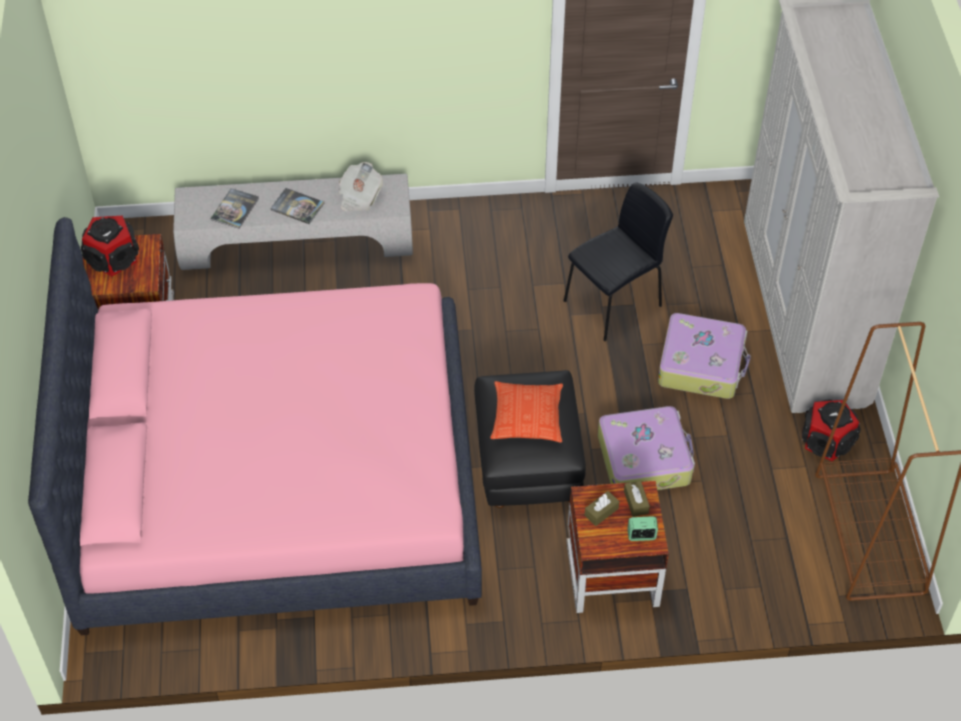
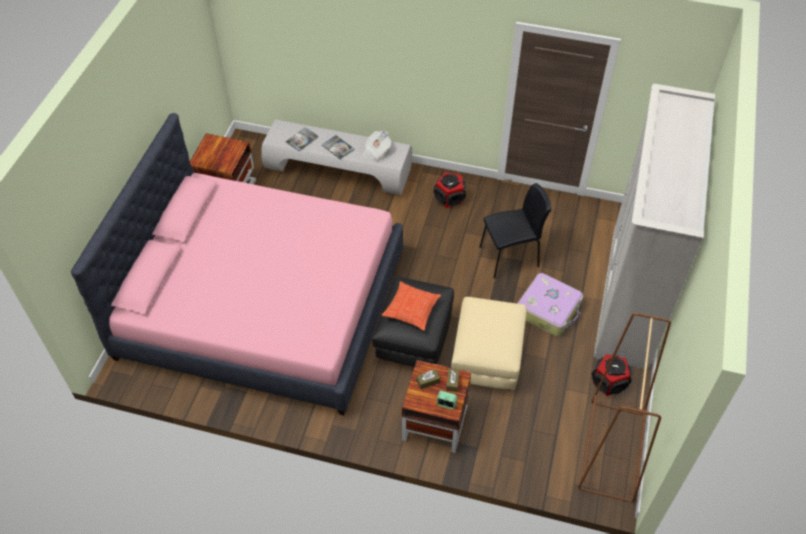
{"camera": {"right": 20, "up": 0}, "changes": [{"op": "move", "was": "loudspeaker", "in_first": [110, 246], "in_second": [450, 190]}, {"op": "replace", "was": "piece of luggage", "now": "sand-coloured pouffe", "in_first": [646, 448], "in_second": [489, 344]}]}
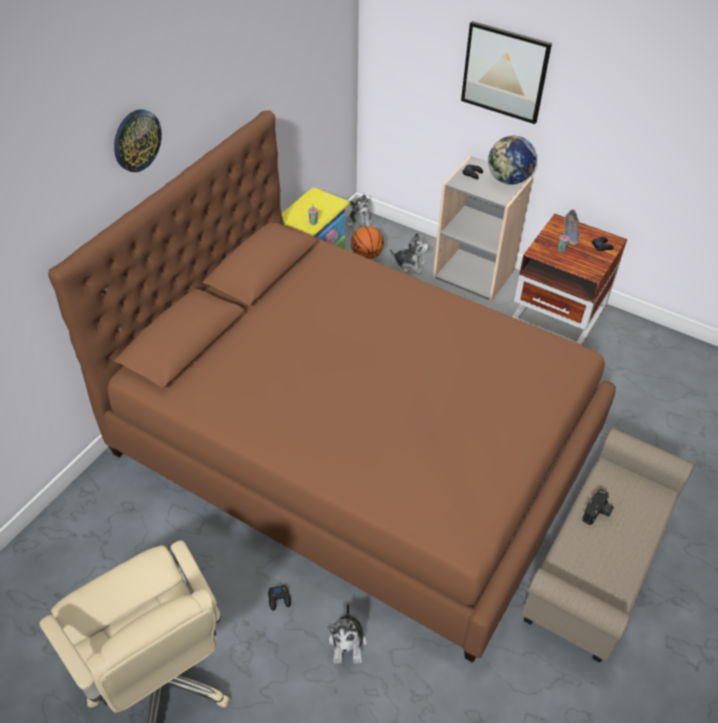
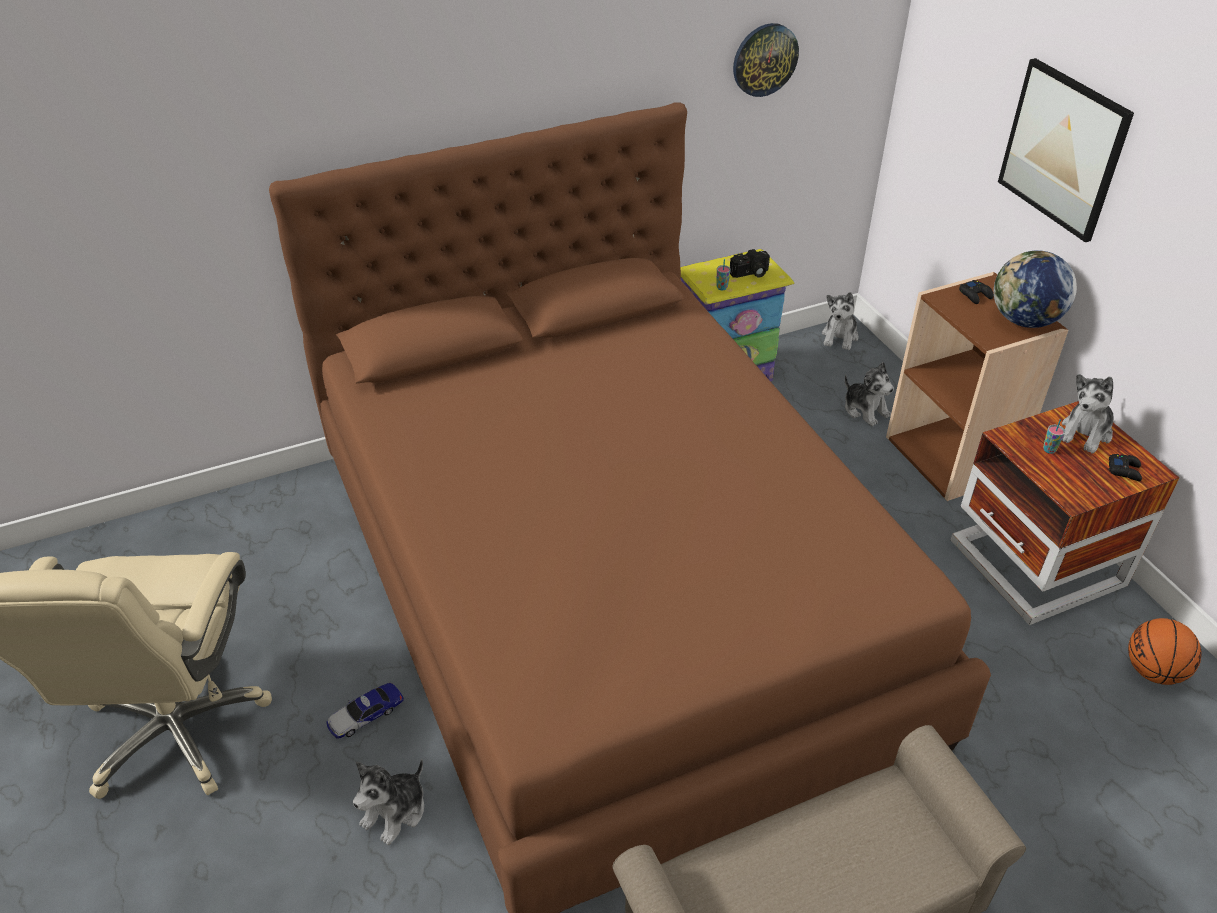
{"camera": {"right": 35, "up": -5}, "changes": [{"op": "replace", "was": "blackish gamepad", "now": "toy car", "in_first": [279, 598], "in_second": [365, 711]}, {"op": "move", "was": "still camera", "in_first": [598, 507], "in_second": [750, 263]}, {"op": "move", "was": "hanging clock", "in_first": [138, 140], "in_second": [766, 60]}, {"op": "recolor", "was": "greyish shelving unit", "now": "brown shelving unit", "in_first": [483, 228], "in_second": [977, 386]}, {"op": "replace", "was": "low shoe", "now": "cuddly toy", "in_first": [571, 227], "in_second": [1088, 414]}, {"op": "move", "was": "basketball", "in_first": [367, 242], "in_second": [1165, 651]}]}
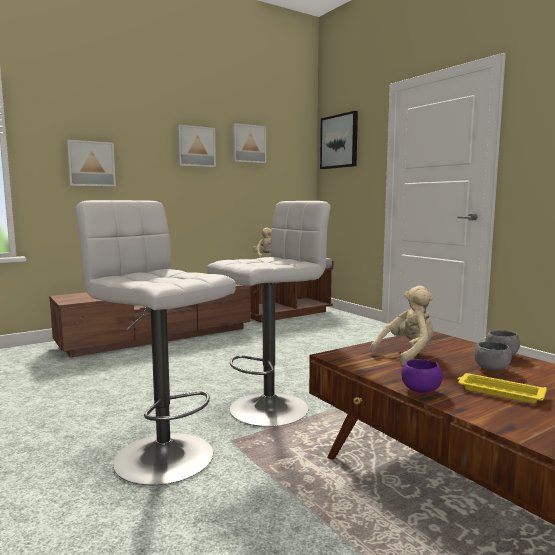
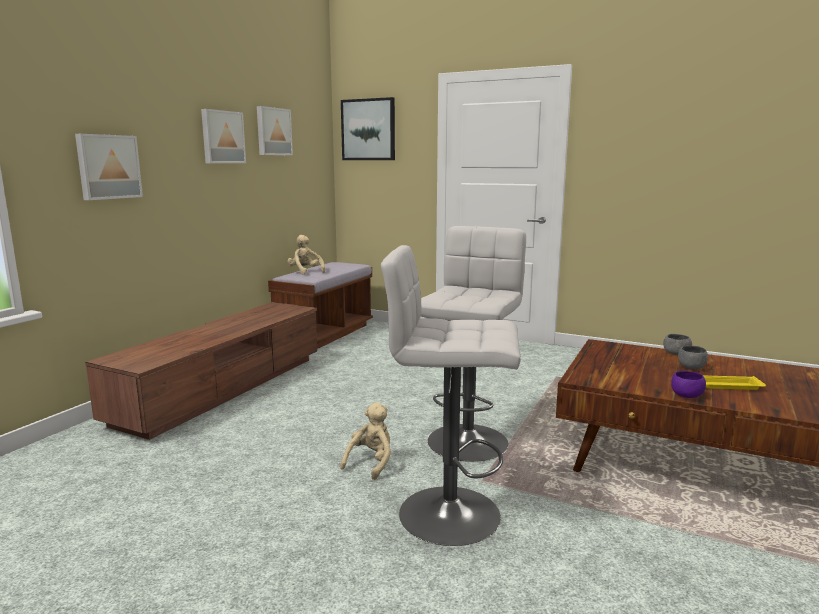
{"camera": {"right": -30, "up": 5}, "changes": [{"op": "move", "was": "sand-coloured cuddly toy", "in_first": [401, 326], "in_second": [365, 441]}]}
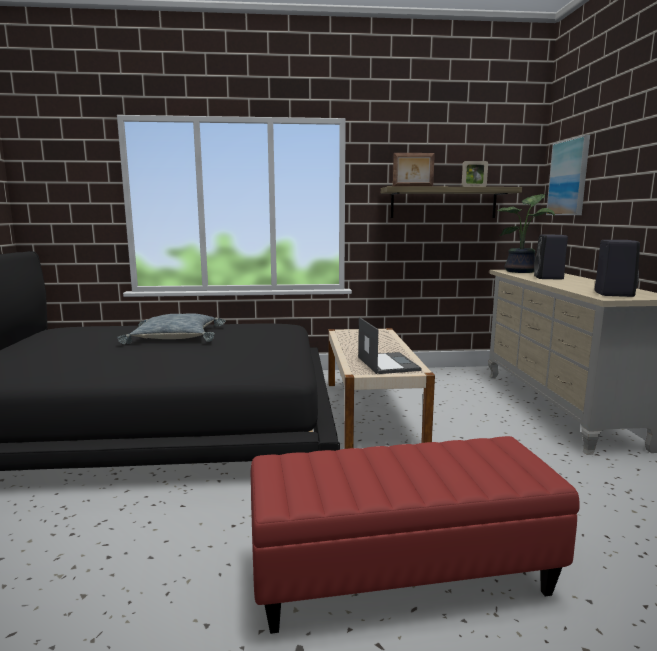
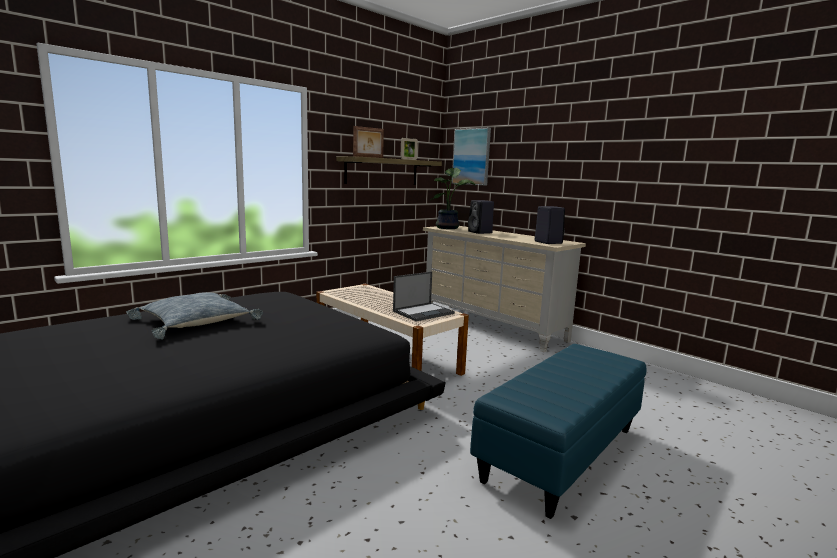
{"camera": {"right": -40, "up": 0}, "changes": [{"op": "rotate", "was": "portable computer", "in_first": [389, 345], "in_second": [424, 296], "clockwise": 105}, {"op": "recolor", "was": "reddish pouffe", "now": "blue pouffe", "in_first": [415, 535], "in_second": [558, 431]}]}
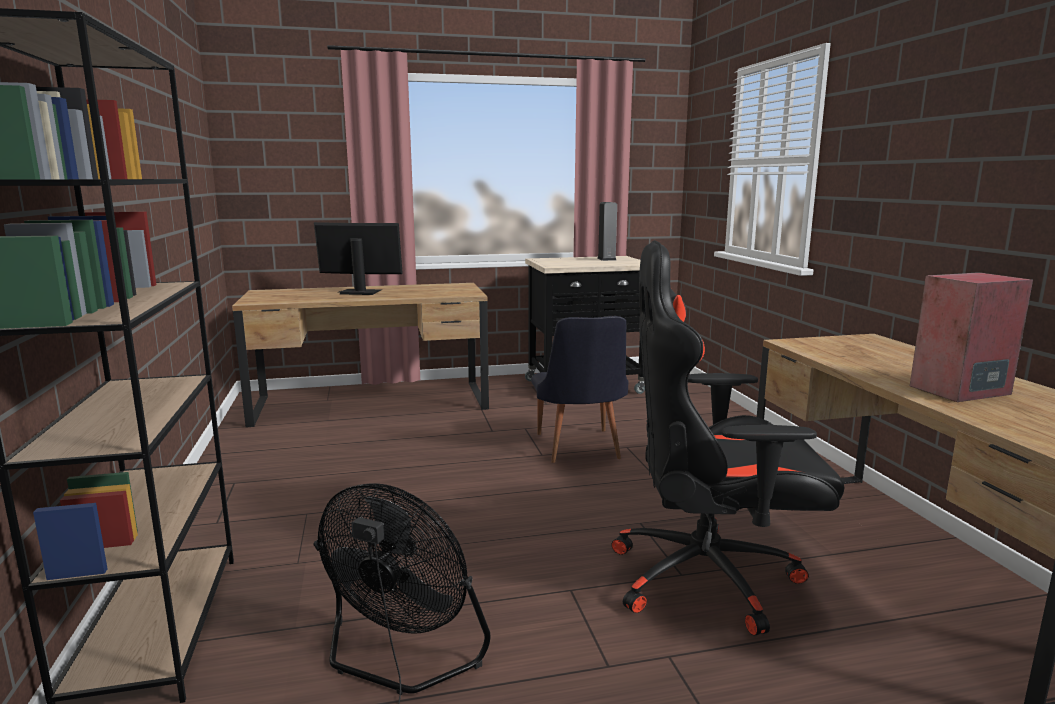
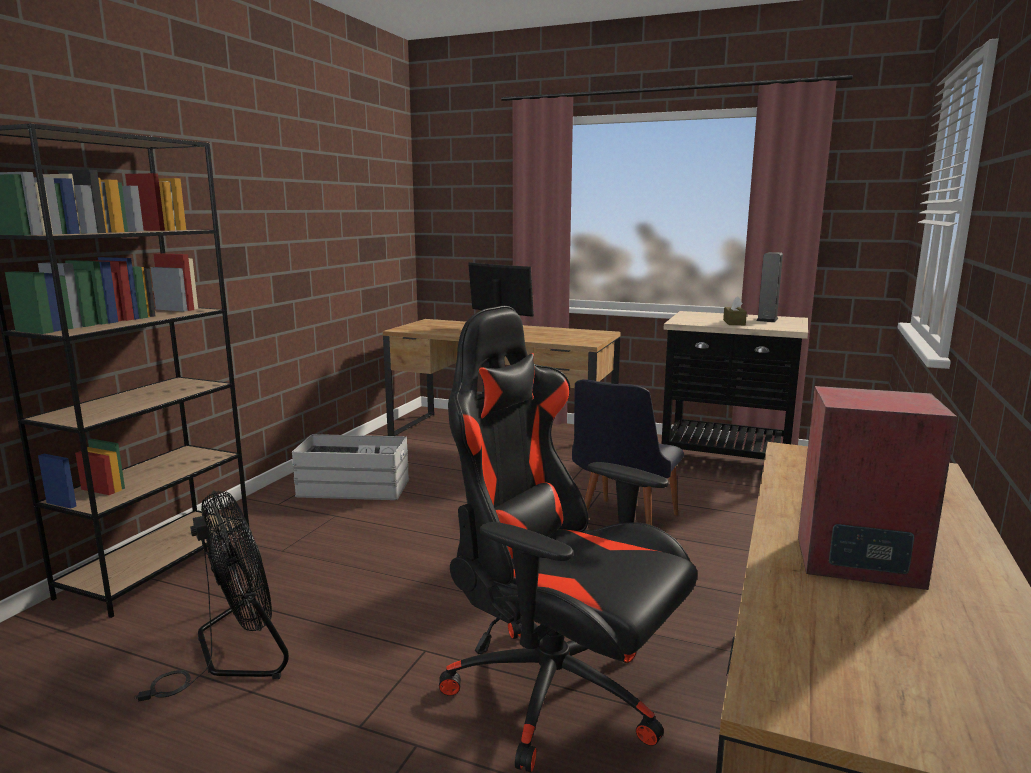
{"camera": {"right": 35, "up": 0}, "changes": [{"op": "insert", "now": "greyish storage container", "in_second": [350, 467]}, {"op": "insert", "now": "brown tissue holder", "in_second": [735, 310]}]}
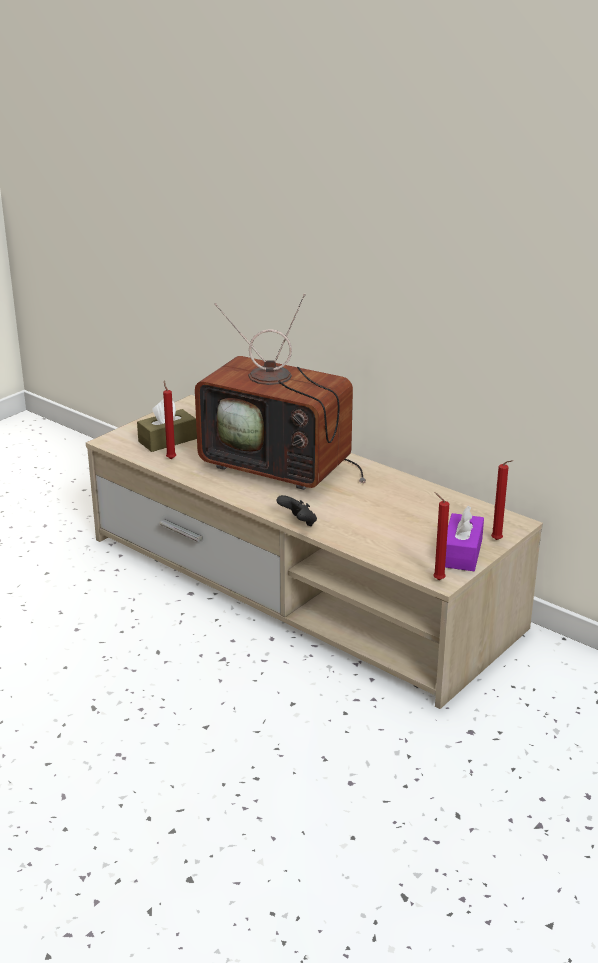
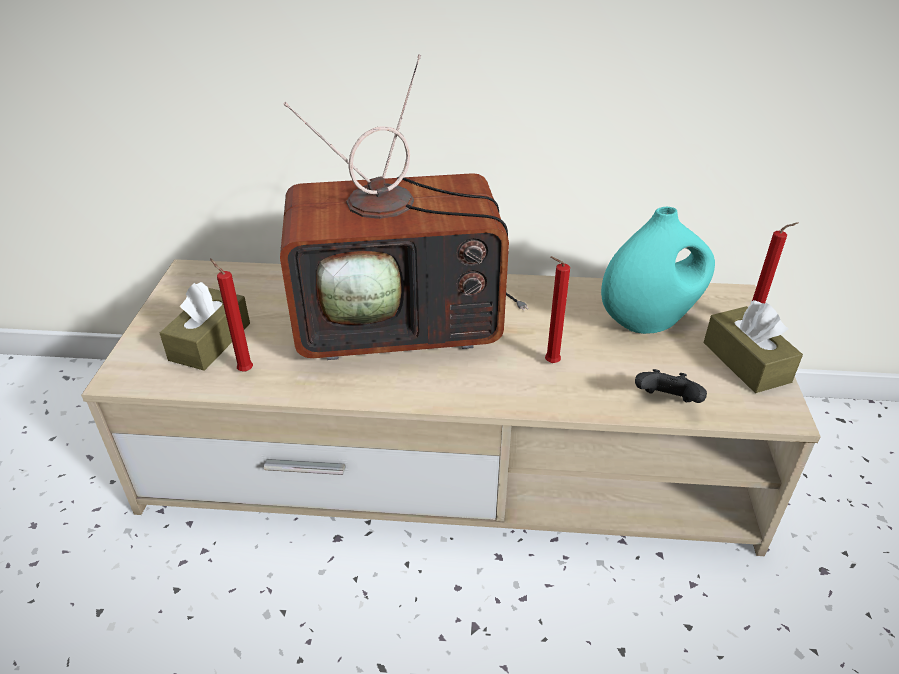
{"camera": {"right": -35, "up": 10}, "changes": [{"op": "move", "was": "reddish candle", "in_first": [441, 536], "in_second": [557, 309]}, {"op": "insert", "now": "turquoise flower vase", "in_second": [658, 270]}, {"op": "move", "was": "blackish gamepad", "in_first": [296, 510], "in_second": [671, 386]}, {"op": "recolor", "was": "purple tissue holder", "now": "brown tissue holder", "in_first": [464, 538], "in_second": [753, 346]}]}
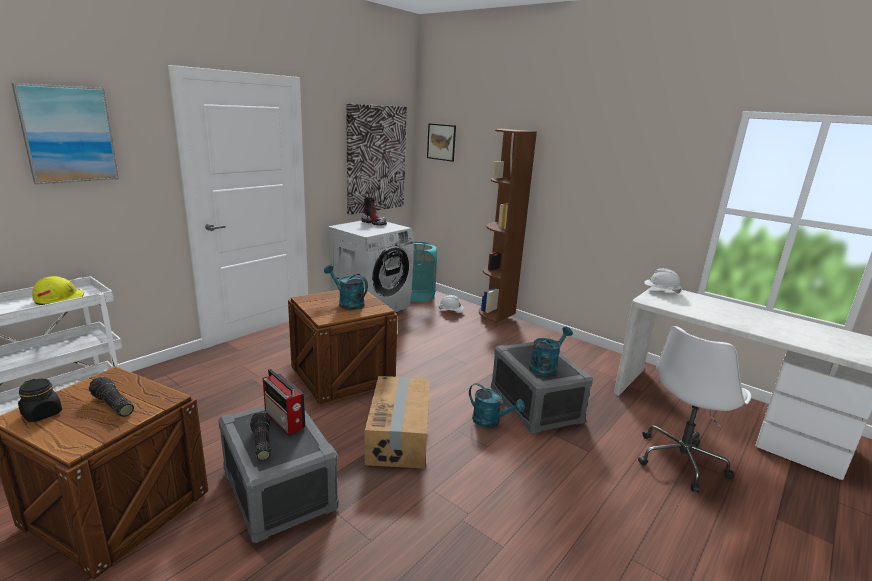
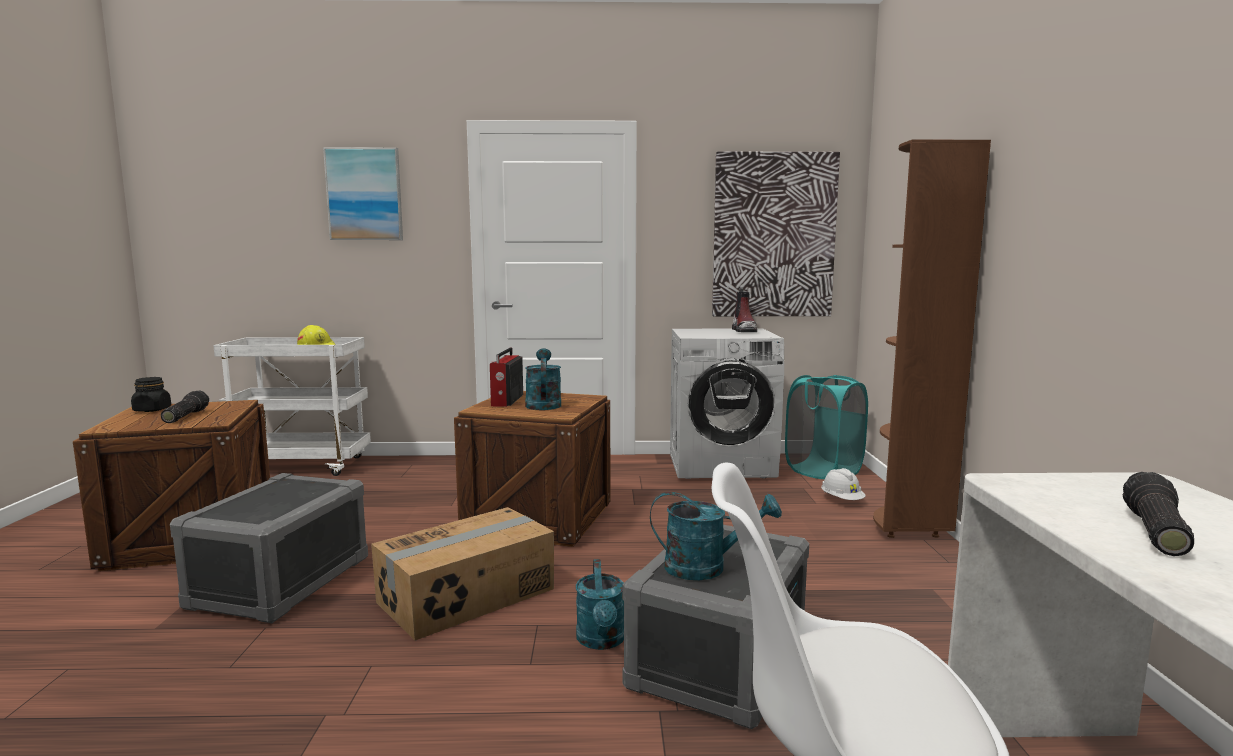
{"camera": {"right": 50, "up": -10}, "changes": [{"op": "move", "was": "radio set", "in_first": [284, 402], "in_second": [506, 377]}, {"op": "move", "was": "torch", "in_first": [260, 436], "in_second": [1158, 514]}, {"op": "delete", "was": "wall picture", "in_first": [441, 142]}, {"op": "delete", "was": "white hard hat", "in_first": [663, 281]}]}
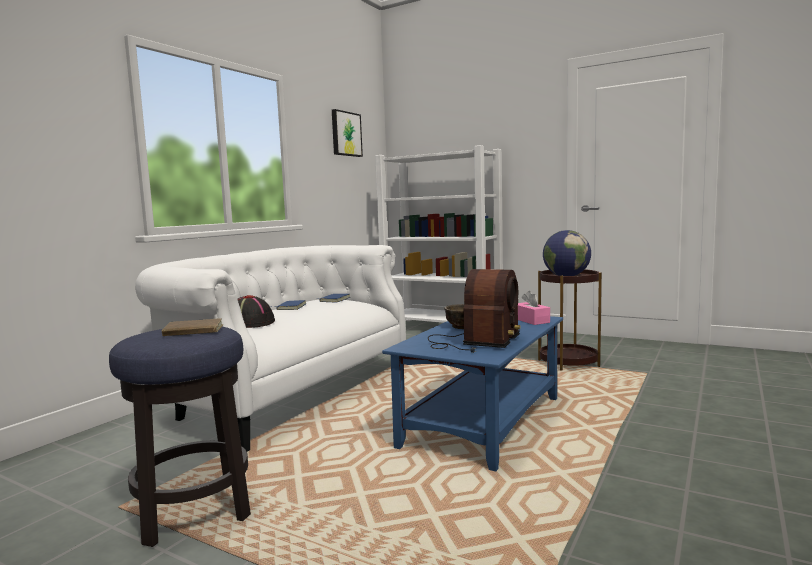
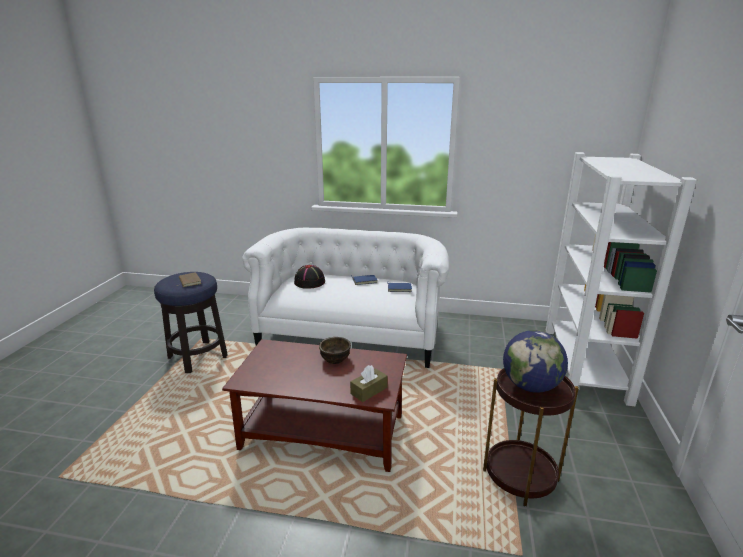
{"camera": {"right": 70, "up": 15}, "changes": [{"op": "recolor", "was": "blue low table", "now": "brown low table", "in_first": [472, 393], "in_second": [314, 405]}, {"op": "recolor", "was": "pink-coloured tissue holder", "now": "brown tissue holder", "in_first": [534, 308], "in_second": [369, 383]}, {"op": "delete", "was": "wall picture", "in_first": [347, 133]}, {"op": "delete", "was": "radio set", "in_first": [474, 311]}]}
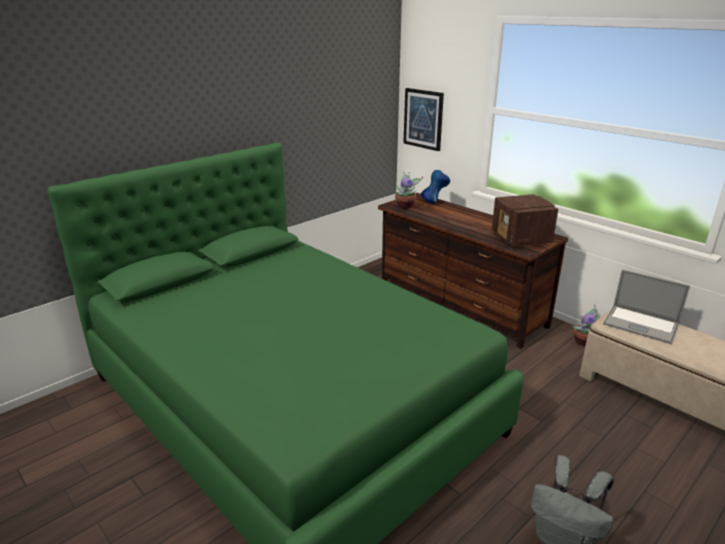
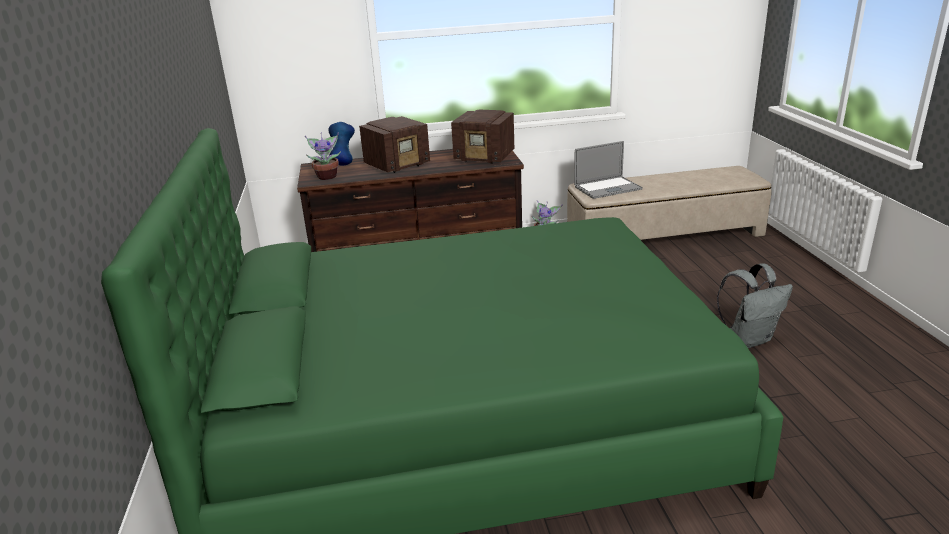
{"camera": {"right": -55, "up": 0}, "changes": [{"op": "insert", "now": "radio set", "in_second": [394, 144]}, {"op": "delete", "was": "wall picture", "in_first": [423, 119]}]}
